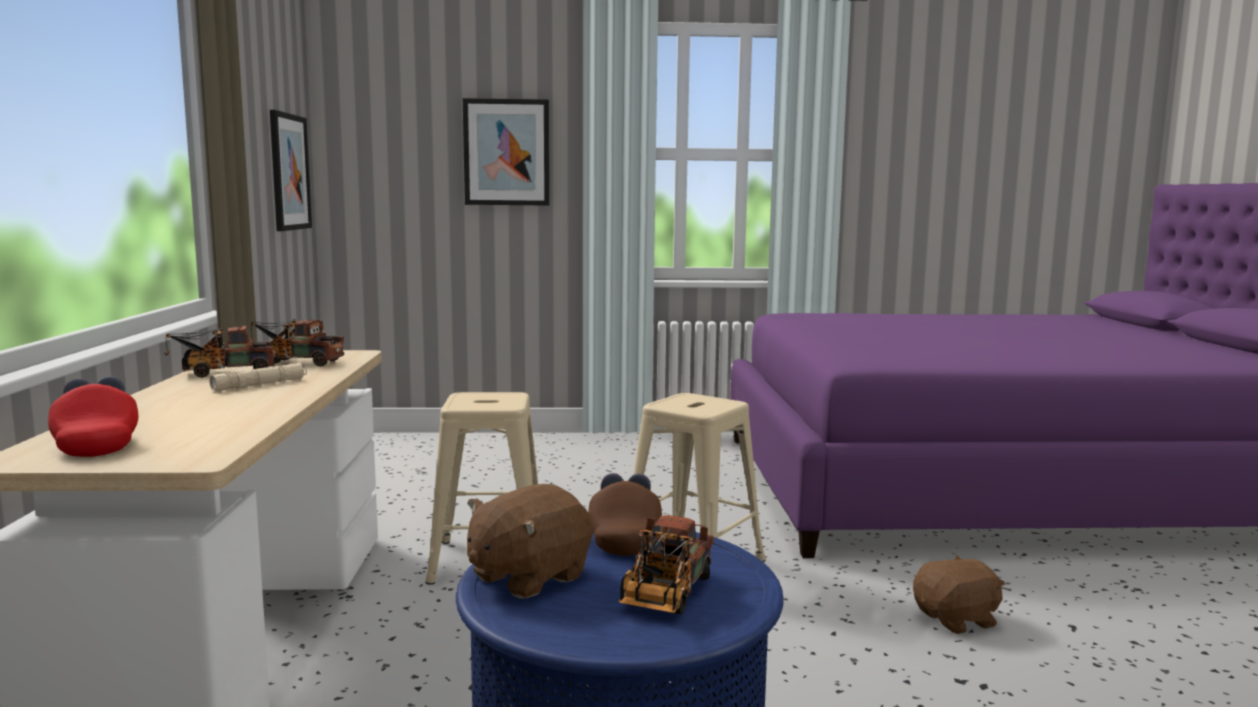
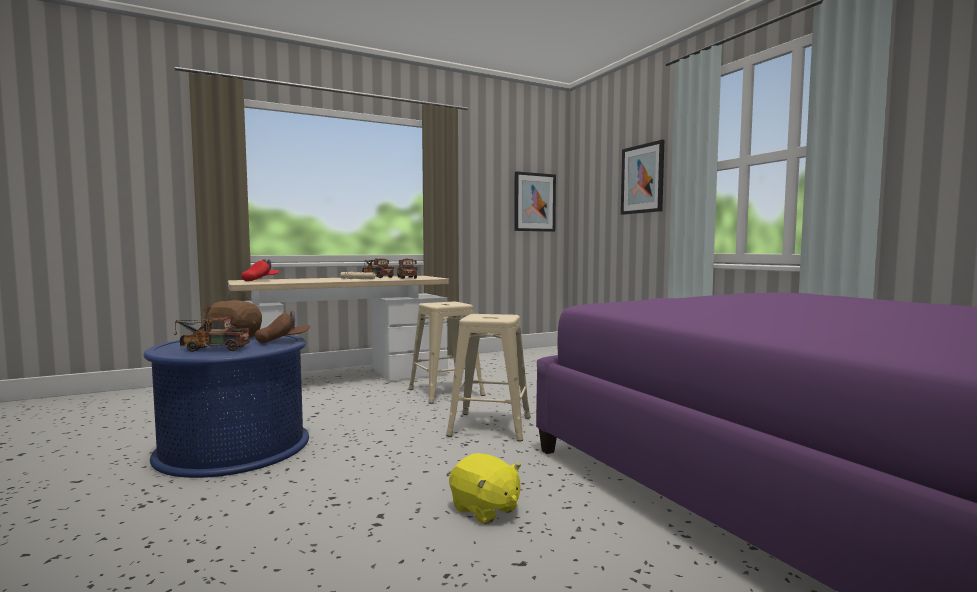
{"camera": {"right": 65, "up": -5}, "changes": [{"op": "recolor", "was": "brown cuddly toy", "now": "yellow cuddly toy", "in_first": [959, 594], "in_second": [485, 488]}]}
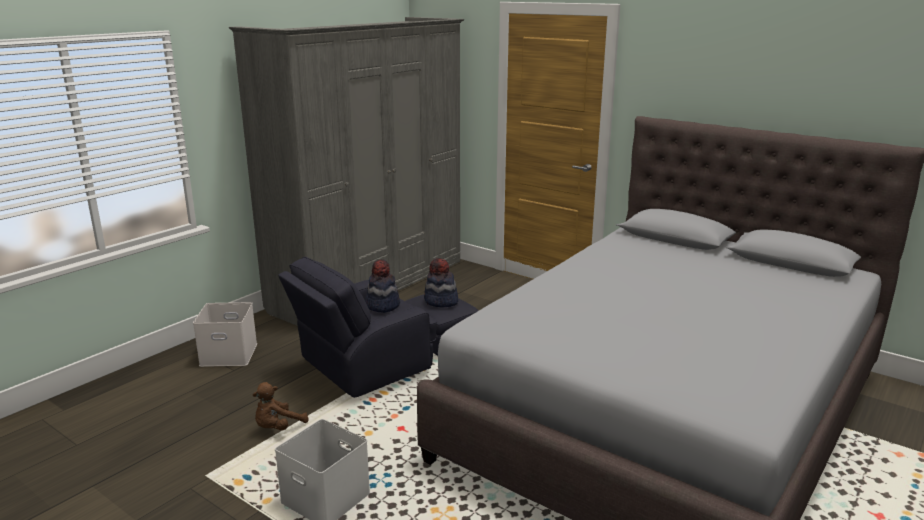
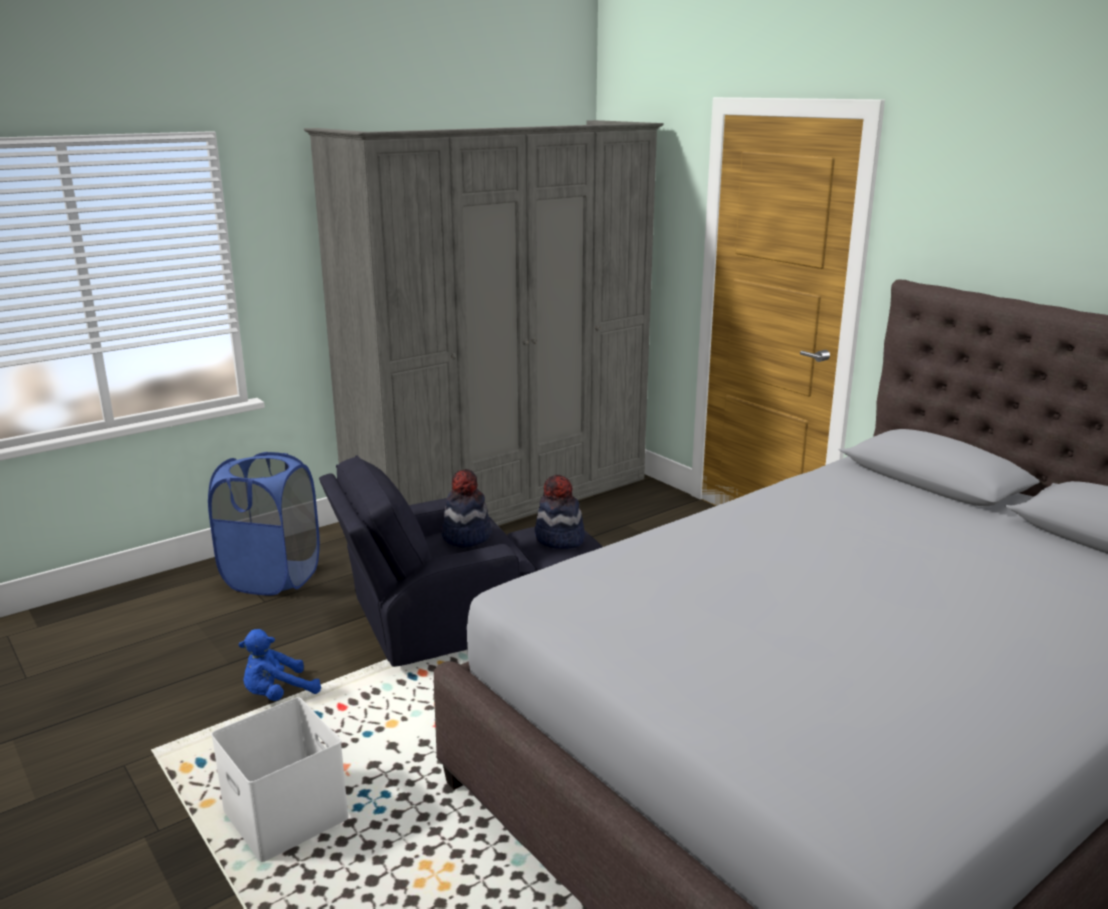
{"camera": {"right": 15, "up": 0}, "changes": [{"op": "replace", "was": "white storage container", "now": "blue washing basket", "in_first": [225, 334], "in_second": [264, 523]}, {"op": "recolor", "was": "brown cuddly toy", "now": "blue cuddly toy", "in_first": [280, 406], "in_second": [279, 665]}]}
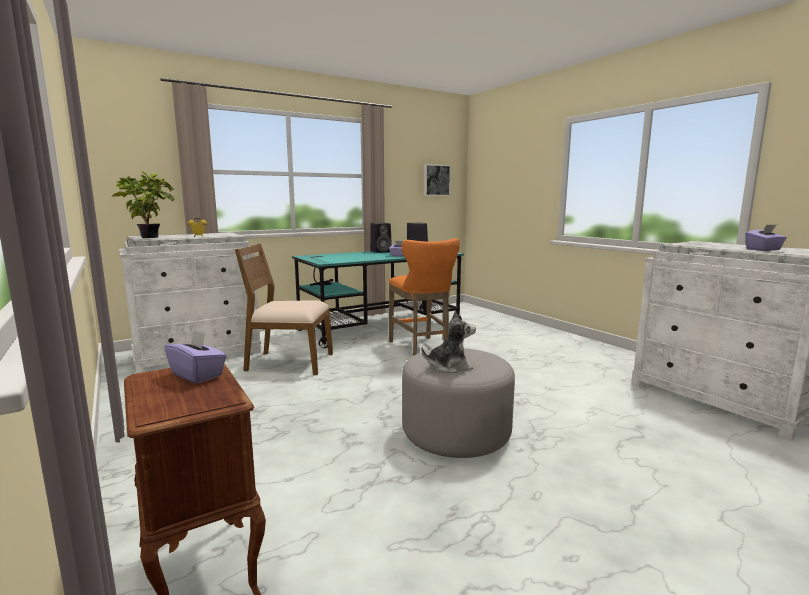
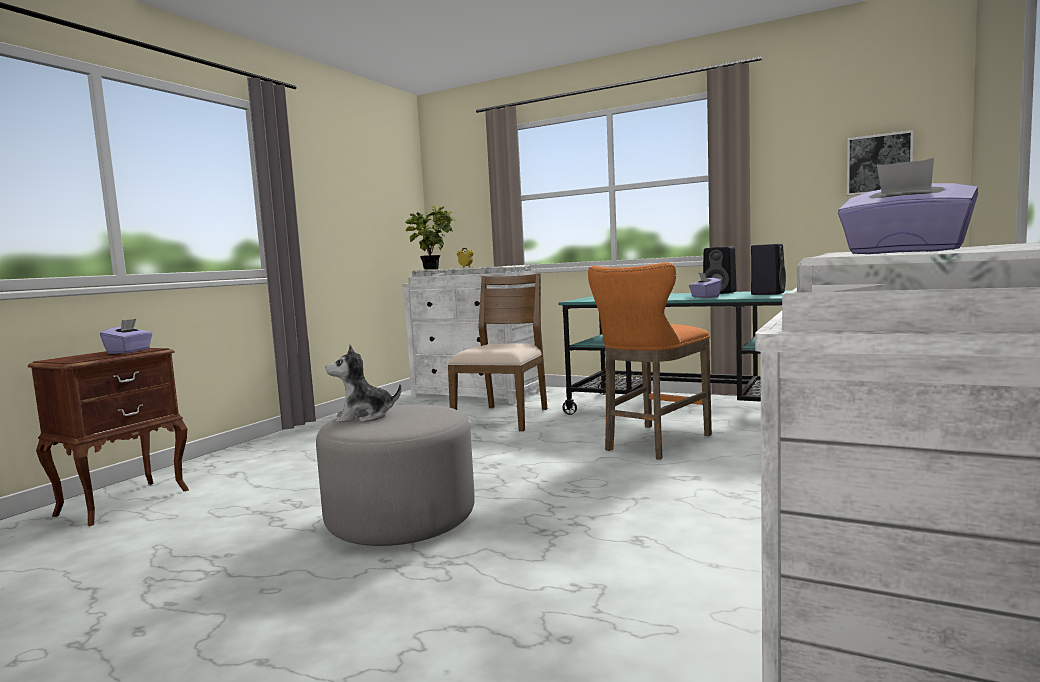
{"camera": {"right": 60, "up": -5}, "changes": [{"op": "rotate", "was": "cuddly toy", "in_first": [448, 341], "in_second": [363, 384], "clockwise": 120}, {"op": "rotate", "was": "brown upright chair", "in_first": [284, 309], "in_second": [497, 352], "clockwise": 45}]}
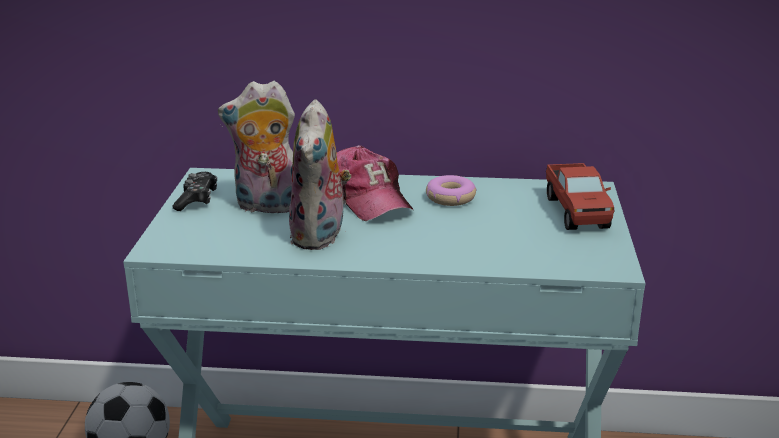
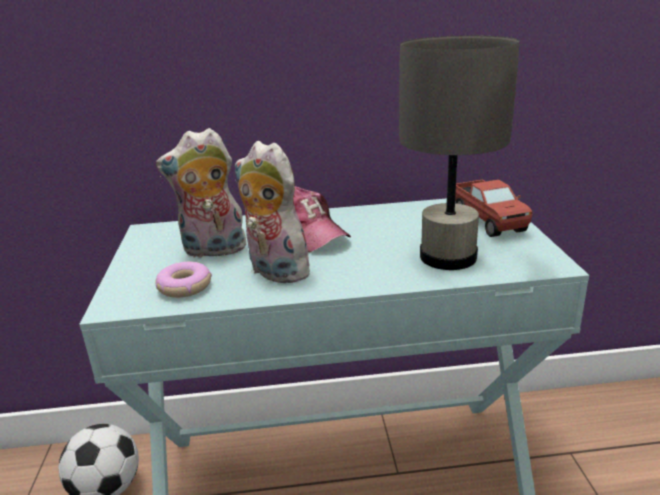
{"camera": {"right": -10, "up": 0}, "changes": [{"op": "move", "was": "donut", "in_first": [451, 190], "in_second": [183, 280]}, {"op": "rotate", "was": "cuddly toy", "in_first": [320, 174], "in_second": [273, 212], "clockwise": 135}, {"op": "insert", "now": "greyish lamp for a table", "in_second": [459, 152]}, {"op": "delete", "was": "gamepad", "in_first": [195, 191]}]}
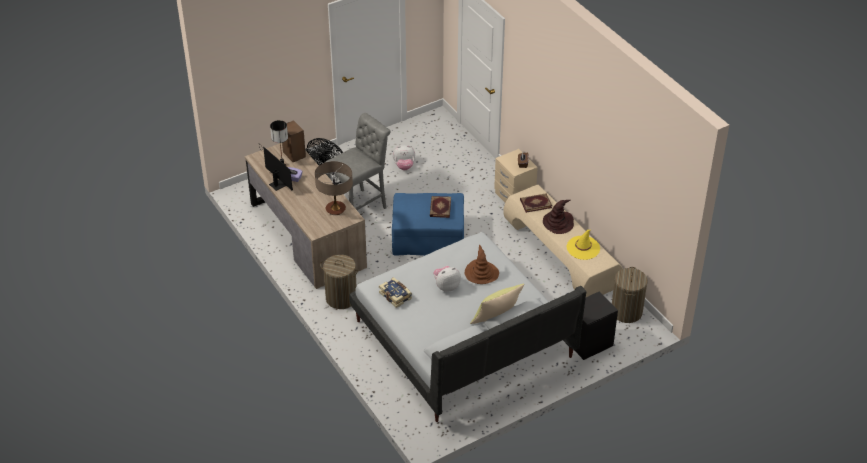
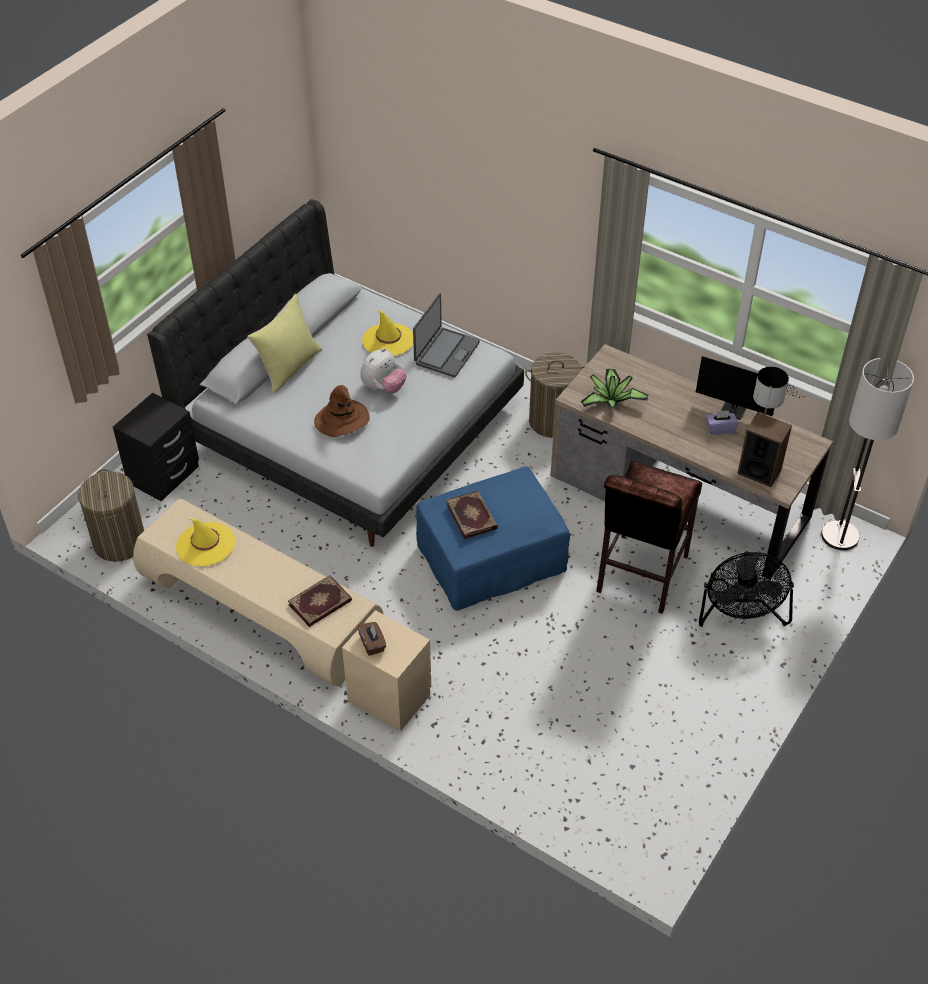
{"camera": {"right": 155, "up": 5}, "changes": [{"op": "insert", "now": "yellow clothing hat", "in_second": [387, 332]}, {"op": "replace", "was": "bound book", "now": "portable computer", "in_first": [395, 292], "in_second": [446, 335]}, {"op": "replace", "was": "lamp for a table", "now": "houseplant", "in_first": [334, 188], "in_second": [614, 388]}, {"op": "recolor", "was": "greyish stool", "now": "brown stool", "in_first": [358, 161], "in_second": [649, 537]}, {"op": "insert", "now": "floor lamp", "in_second": [867, 454]}, {"op": "delete", "was": "cuddly toy", "in_first": [404, 157]}, {"op": "delete", "was": "brown clothing hat", "in_first": [558, 217]}]}
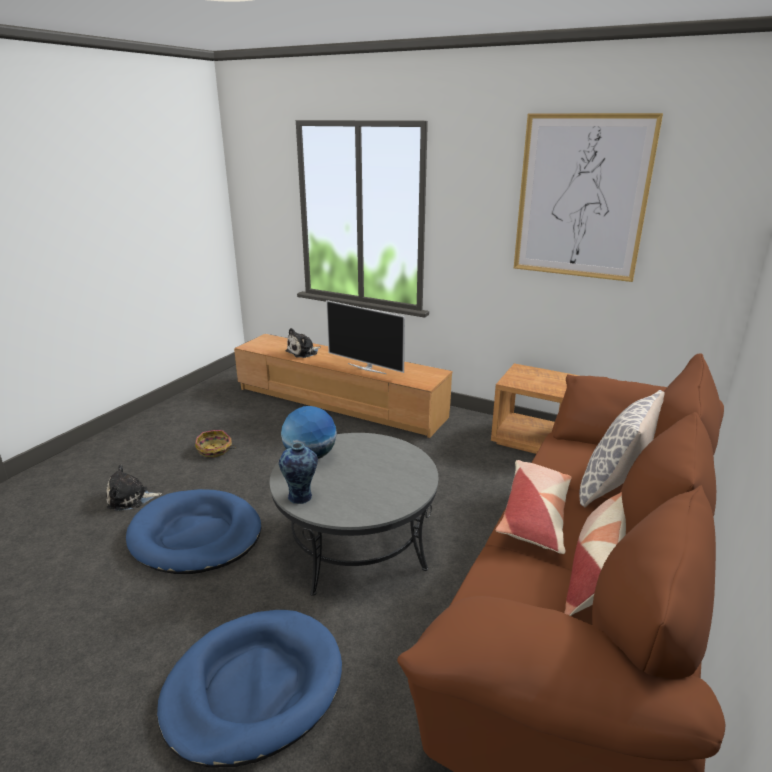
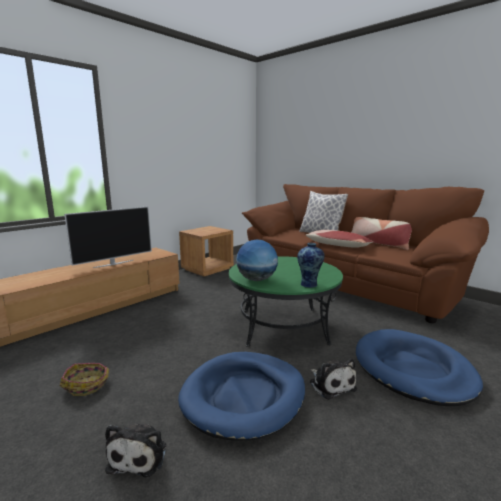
{"camera": {"right": -75, "up": -10}, "changes": [{"op": "recolor", "was": "greyish low table", "now": "green-coloured low table", "in_first": [354, 514], "in_second": [286, 301]}, {"op": "move", "was": "cuddly toy", "in_first": [303, 343], "in_second": [333, 379]}, {"op": "delete", "was": "wall picture", "in_first": [588, 197]}]}
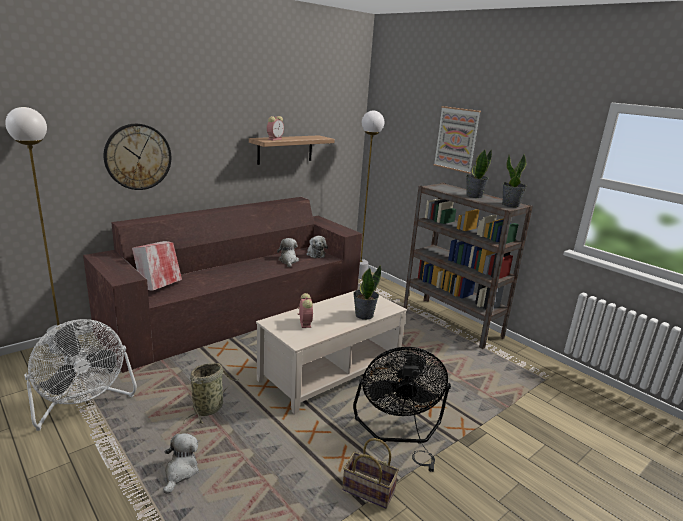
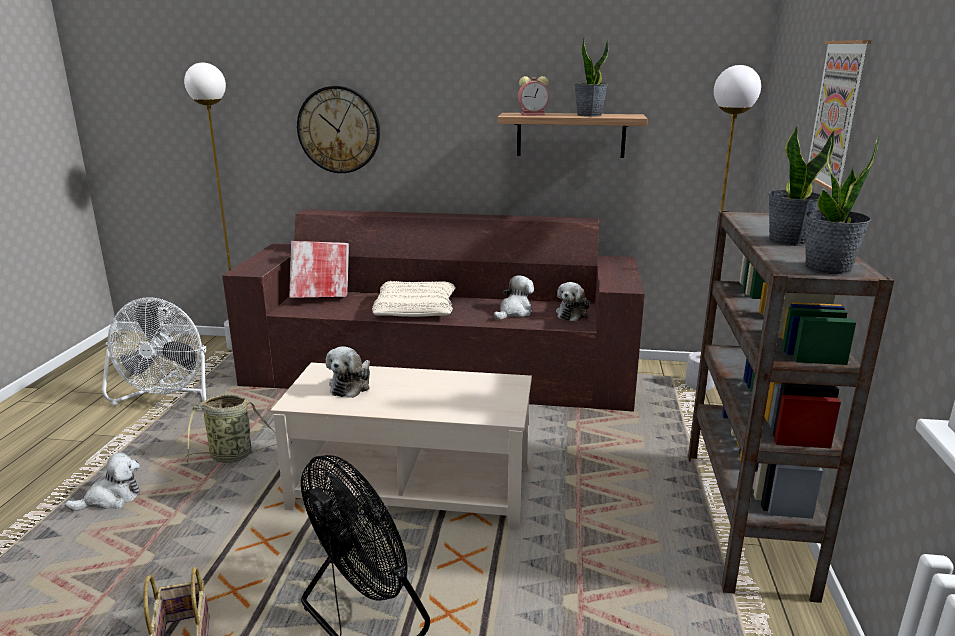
{"camera": {"right": 50, "up": 0}, "changes": [{"op": "replace", "was": "alarm clock", "now": "cuddly toy", "in_first": [305, 310], "in_second": [348, 372]}, {"op": "insert", "now": "sand-coloured throw pillow", "in_second": [414, 299]}, {"op": "move", "was": "houseplant", "in_first": [367, 292], "in_second": [591, 77]}]}
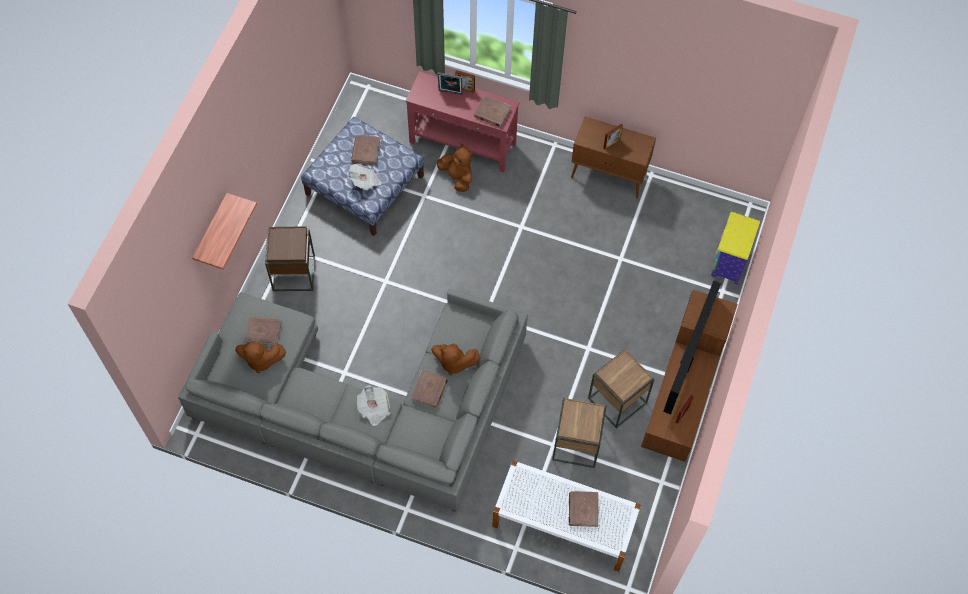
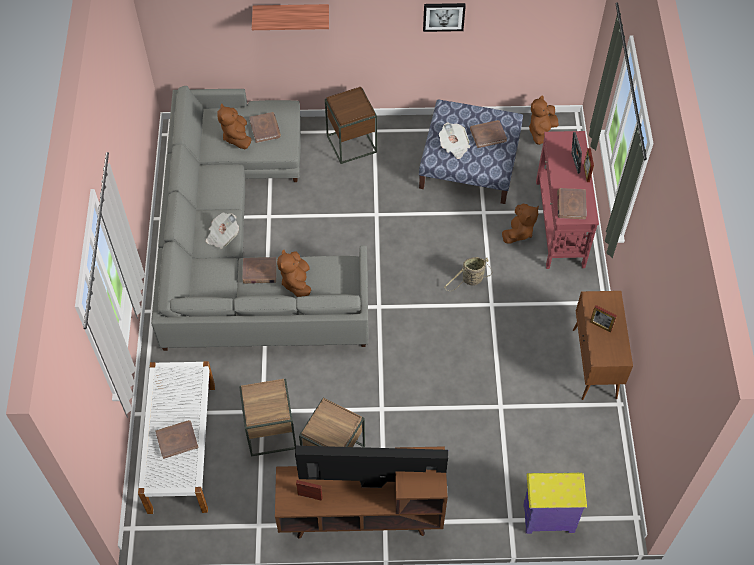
{"camera": {"right": 70, "up": -5}, "changes": [{"op": "insert", "now": "wall picture", "in_second": [444, 17]}, {"op": "insert", "now": "household basket", "in_second": [468, 274]}, {"op": "insert", "now": "brown cuddly toy", "in_second": [544, 120]}]}
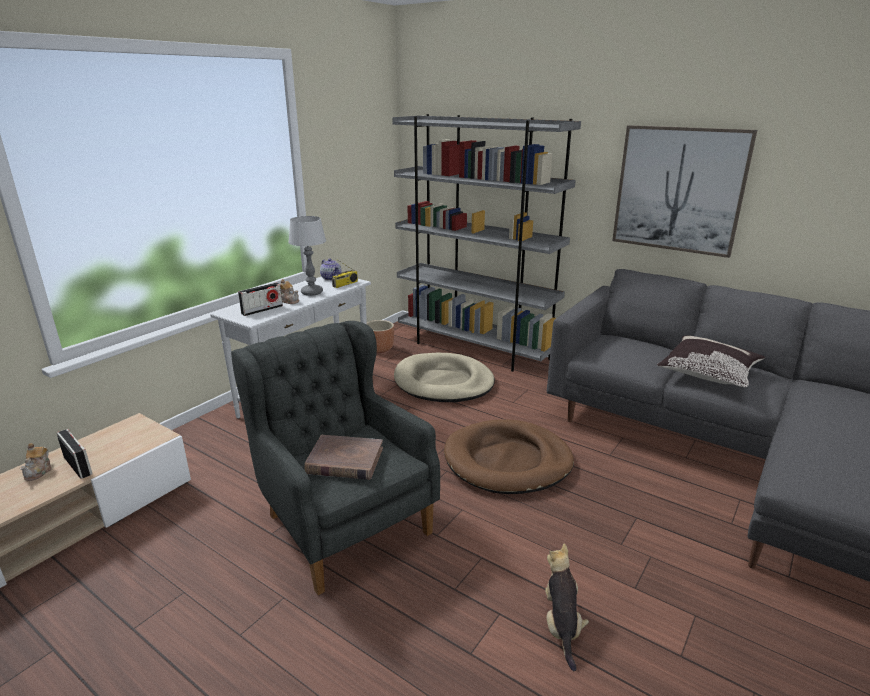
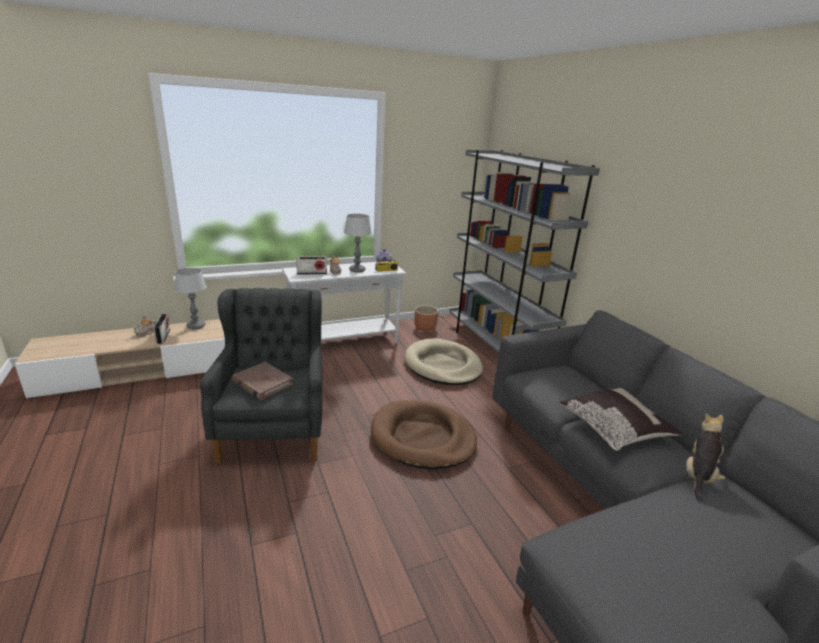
{"camera": {"right": 30, "up": 0}, "changes": [{"op": "insert", "now": "lamp for a table", "in_second": [191, 298]}, {"op": "move", "was": "cuddly toy", "in_first": [567, 607], "in_second": [706, 457]}, {"op": "delete", "was": "wall picture", "in_first": [684, 191]}]}
